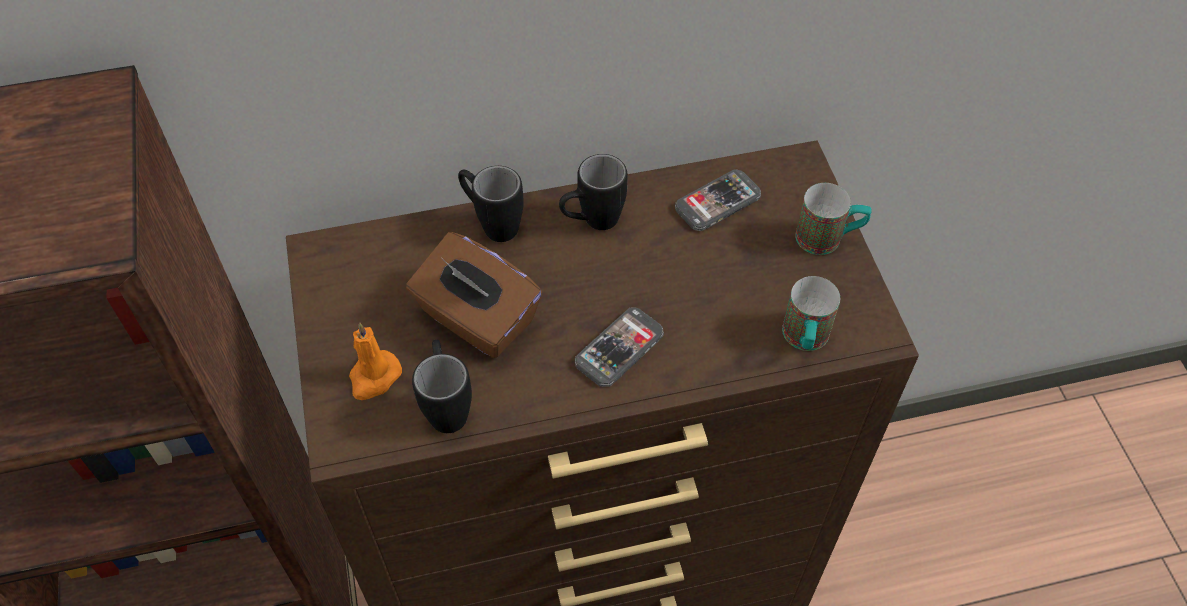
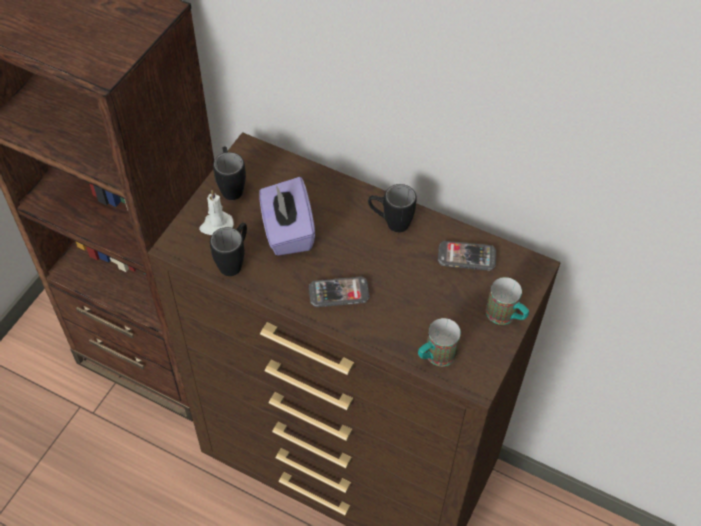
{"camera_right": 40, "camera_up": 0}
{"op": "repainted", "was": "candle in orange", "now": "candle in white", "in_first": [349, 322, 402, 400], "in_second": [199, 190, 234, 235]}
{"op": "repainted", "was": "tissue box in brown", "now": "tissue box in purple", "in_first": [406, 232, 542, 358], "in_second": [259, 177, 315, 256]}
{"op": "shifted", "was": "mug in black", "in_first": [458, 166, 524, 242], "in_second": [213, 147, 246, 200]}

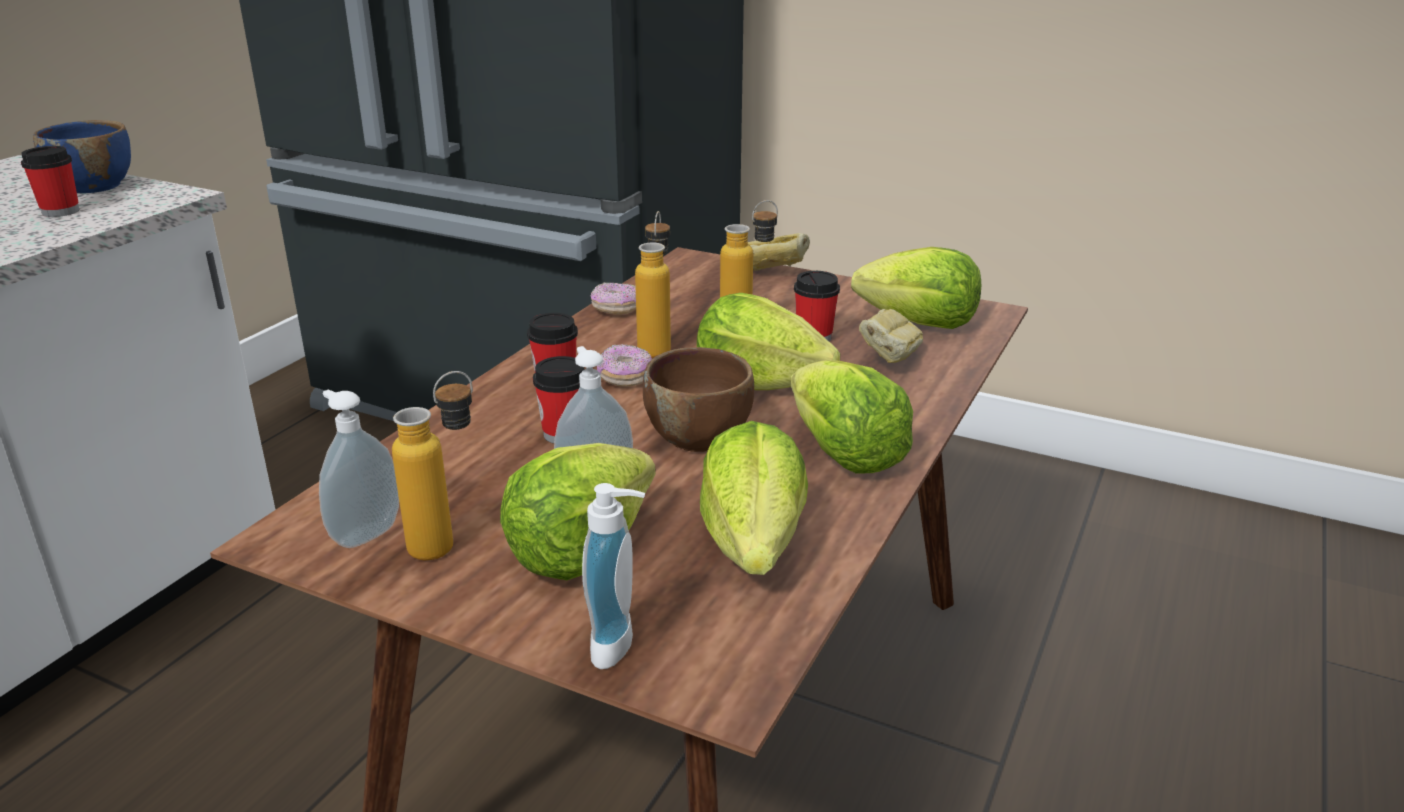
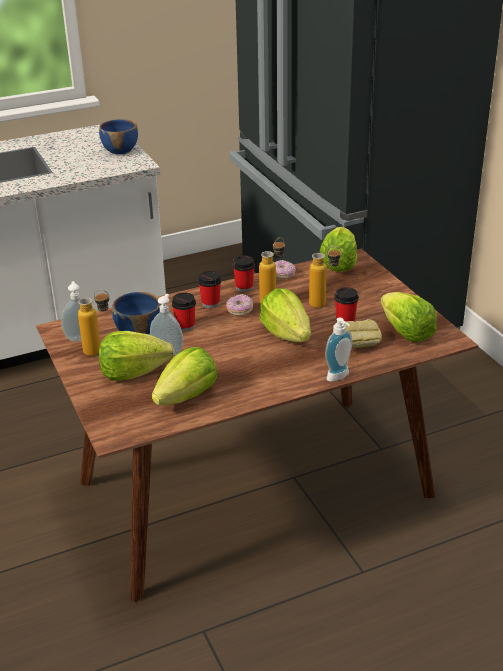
{"camera_right": 40, "camera_up": 5}
{"op": "shifted", "was": "cup", "in_first": [21, 146, 80, 217], "in_second": [232, 255, 255, 292]}
{"op": "shifted", "was": "soap dispenser", "in_first": [582, 483, 645, 669], "in_second": [325, 318, 352, 382]}
{"op": "gone", "was": "bowl in brown", "in_first": [643, 347, 754, 452]}
{"op": "gone", "was": "bread", "in_first": [748, 233, 810, 271]}
{"op": "shifted", "was": "lettuce", "in_first": [791, 360, 913, 474], "in_second": [319, 227, 357, 272]}
{"op": "new", "now": "bowl in blue", "in_second": [112, 292, 161, 335]}

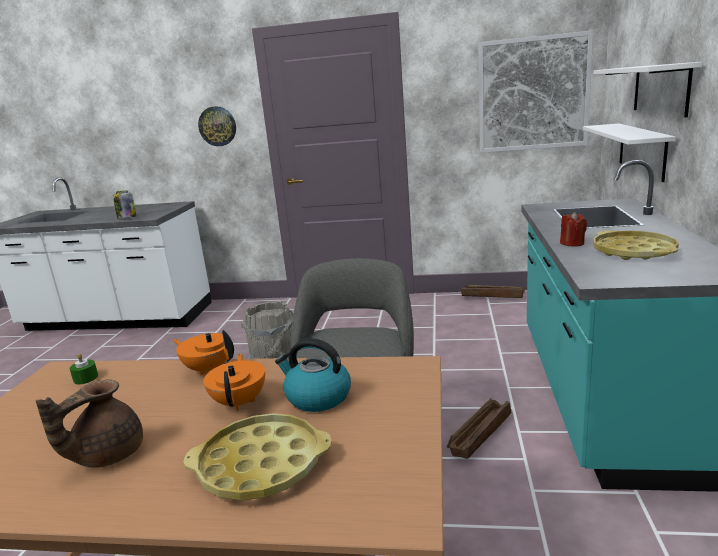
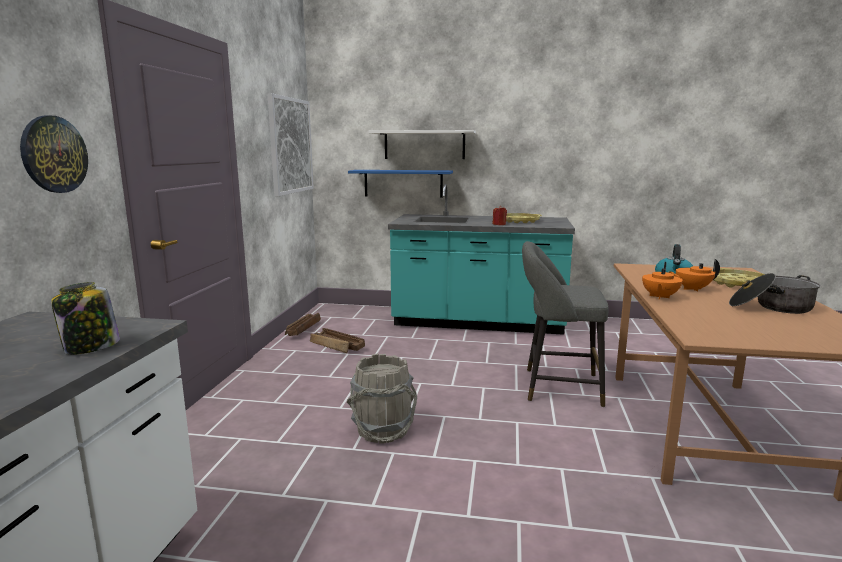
{"camera_right": -90, "camera_up": -5}
{"op": "swapped", "was": "teapot in brown", "now": "cooking pot", "in_first": [36, 380, 143, 468], "in_second": [729, 273, 820, 314]}
{"op": "gone", "was": "candle in green", "in_first": [69, 354, 98, 384]}
{"op": "shifted", "was": "crate", "in_first": [447, 398, 511, 459], "in_second": [310, 328, 365, 353]}
{"op": "repainted", "was": "shelf in white", "now": "shelf in blue", "in_first": [583, 123, 676, 182], "in_second": [348, 170, 453, 198]}

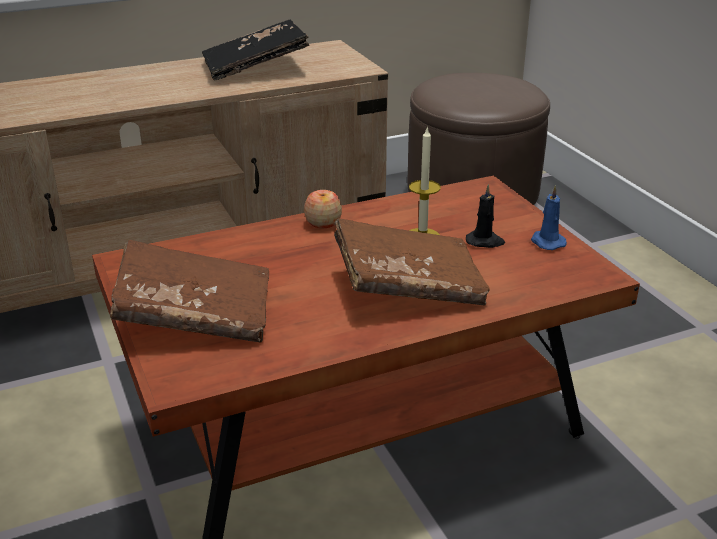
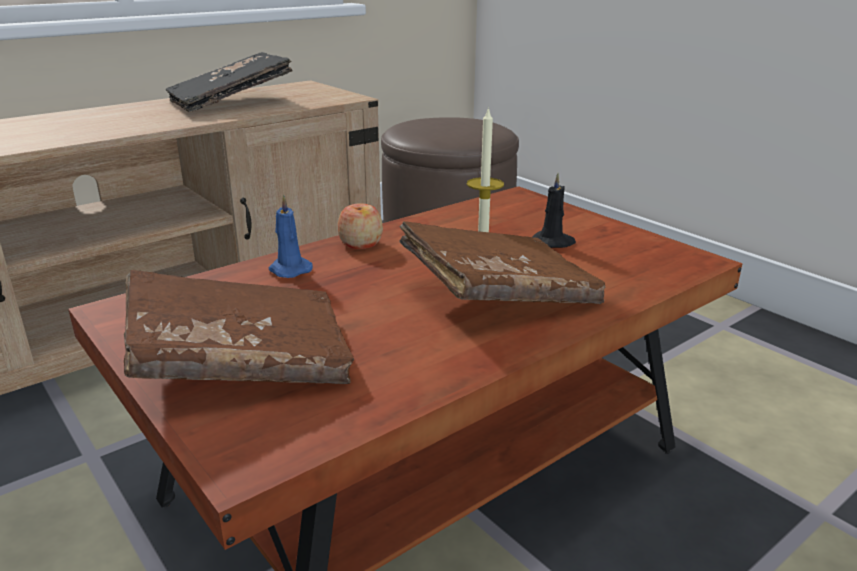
{"camera_right": -15, "camera_up": -5}
{"op": "shifted", "was": "candle in blue", "in_first": [531, 185, 567, 250], "in_second": [269, 194, 313, 278]}

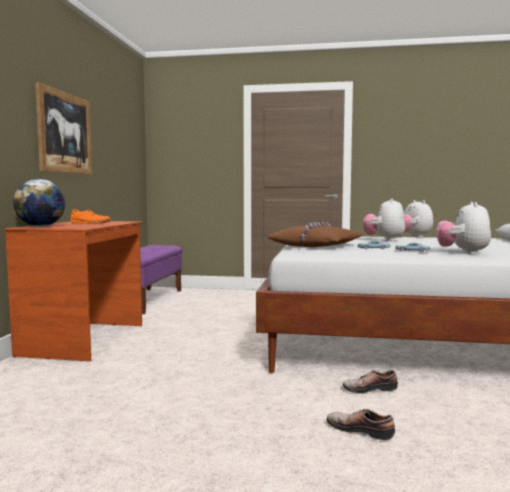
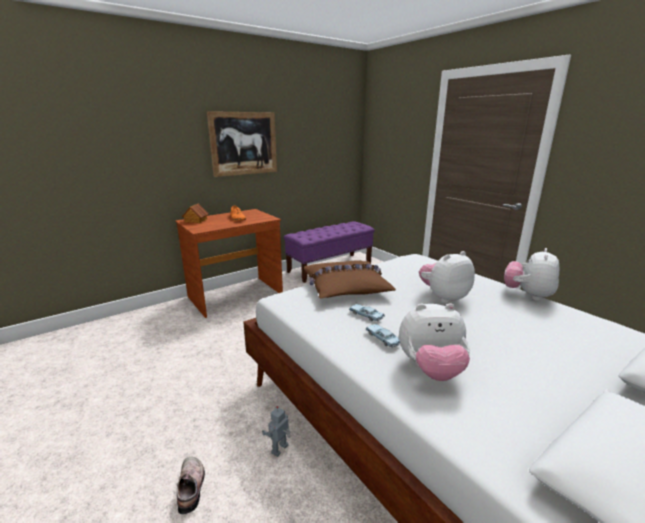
{"camera_right": 45, "camera_up": 15}
{"op": "swapped", "was": "globe", "now": "toy house", "in_first": [13, 179, 66, 227], "in_second": [182, 203, 209, 223]}
{"op": "swapped", "was": "shoe", "now": "toy robot", "in_first": [343, 370, 398, 393], "in_second": [262, 406, 291, 457]}
{"op": "rotated", "was": "plush toy", "in_first": [436, 202, 491, 255], "in_second": [399, 303, 470, 381], "clockwise": -150}

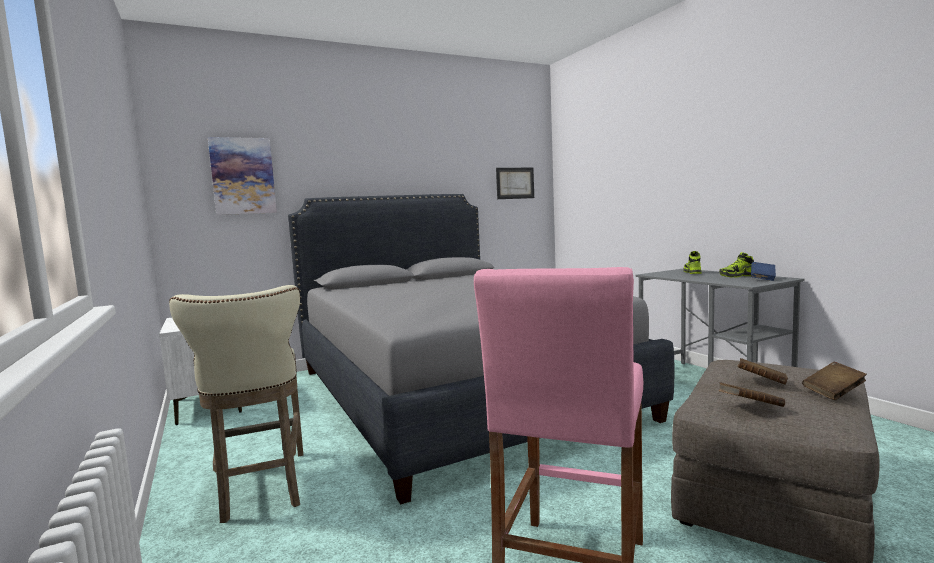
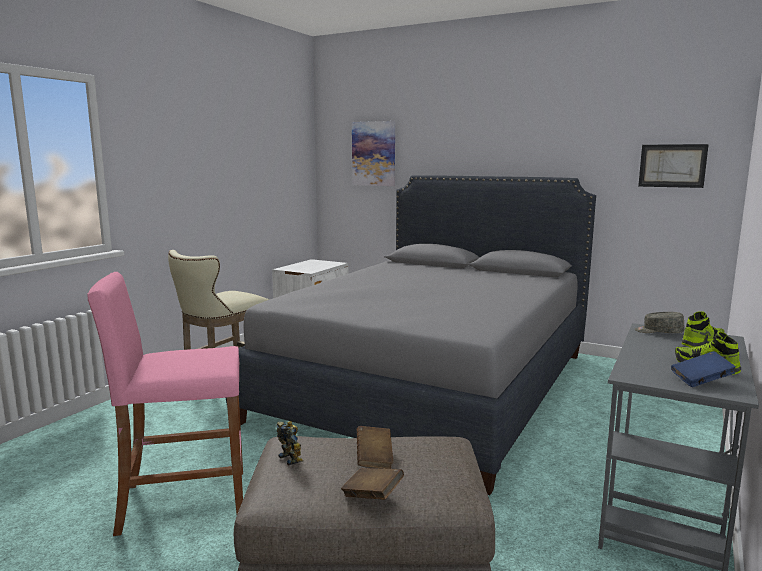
{"camera_right": 55, "camera_up": 5}
{"op": "swapped", "was": "book in brown", "now": "toy robot", "in_first": [719, 382, 785, 407], "in_second": [276, 421, 303, 466]}
{"op": "new", "now": "cap in grey", "in_second": [635, 312, 684, 333]}

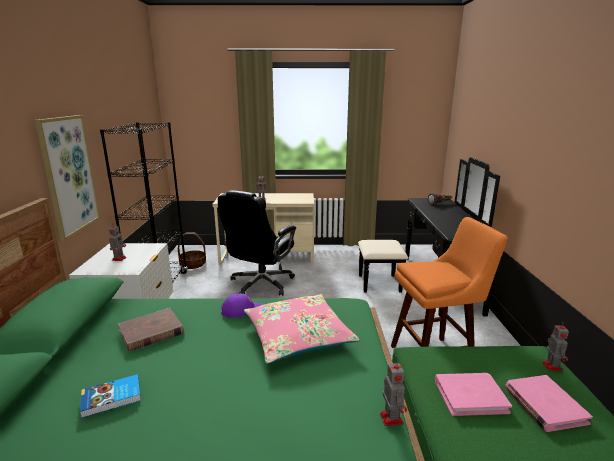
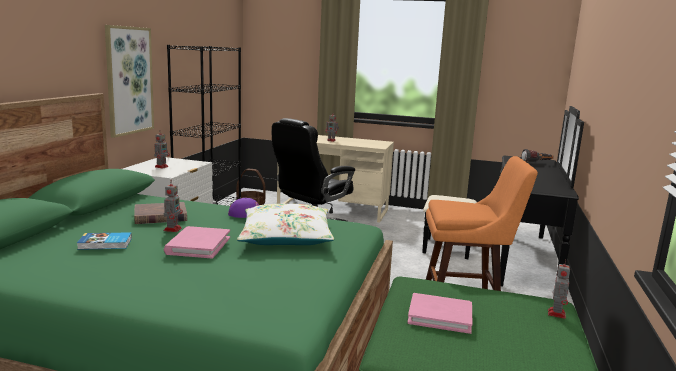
{"camera_right": 15, "camera_up": -5}
{"op": "repainted", "was": "pillow in pink", "now": "pillow in white", "in_first": [244, 294, 359, 364], "in_second": [237, 204, 334, 245]}
{"op": "shifted", "was": "toy robot", "in_first": [380, 361, 407, 426], "in_second": [164, 181, 183, 232]}
{"op": "shifted", "was": "book in pink", "in_first": [505, 375, 593, 432], "in_second": [164, 226, 230, 258]}

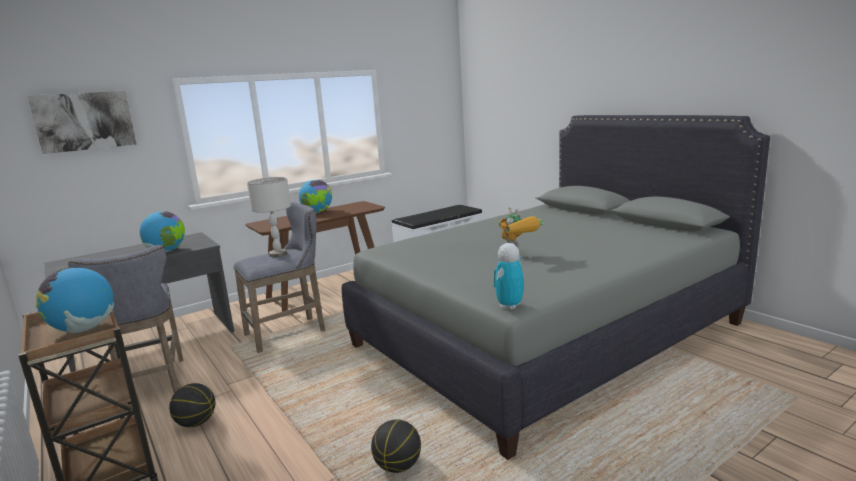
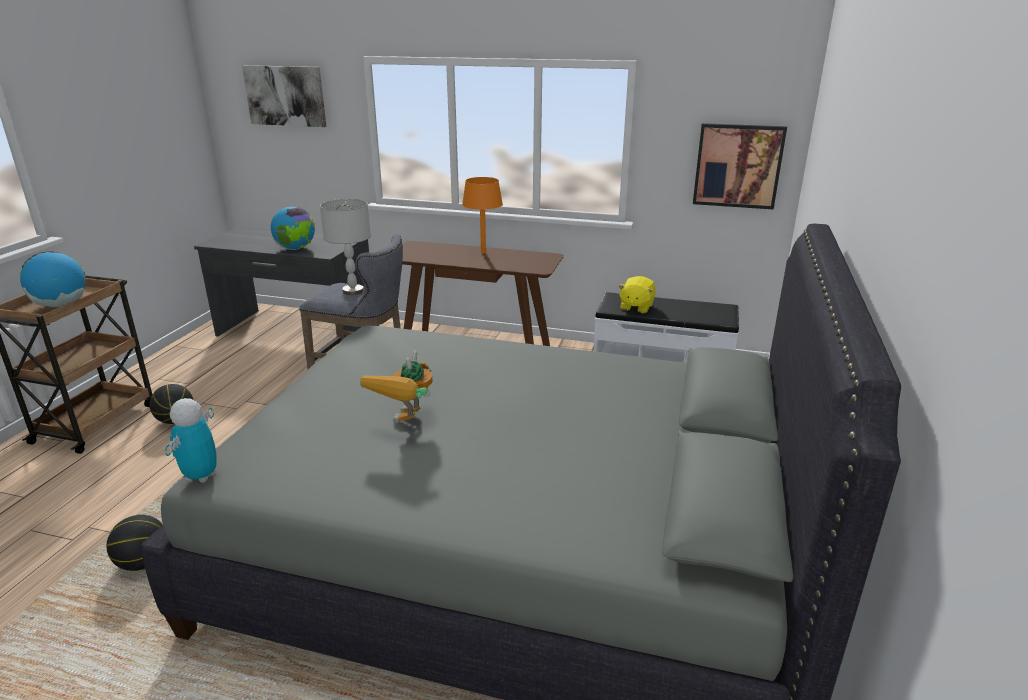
{"camera_right": 50, "camera_up": 10}
{"op": "gone", "was": "stool in grey", "in_first": [68, 245, 183, 394]}
{"op": "swapped", "was": "globe", "now": "table lamp in orange", "in_first": [299, 180, 332, 213], "in_second": [462, 177, 503, 254]}
{"op": "rotated", "was": "toy robot", "in_first": [494, 243, 524, 310], "in_second": [165, 398, 217, 483], "clockwise": -75}
{"op": "new", "now": "plush toy in yellow", "in_second": [618, 276, 656, 314]}
{"op": "new", "now": "picture", "in_second": [693, 123, 787, 210]}

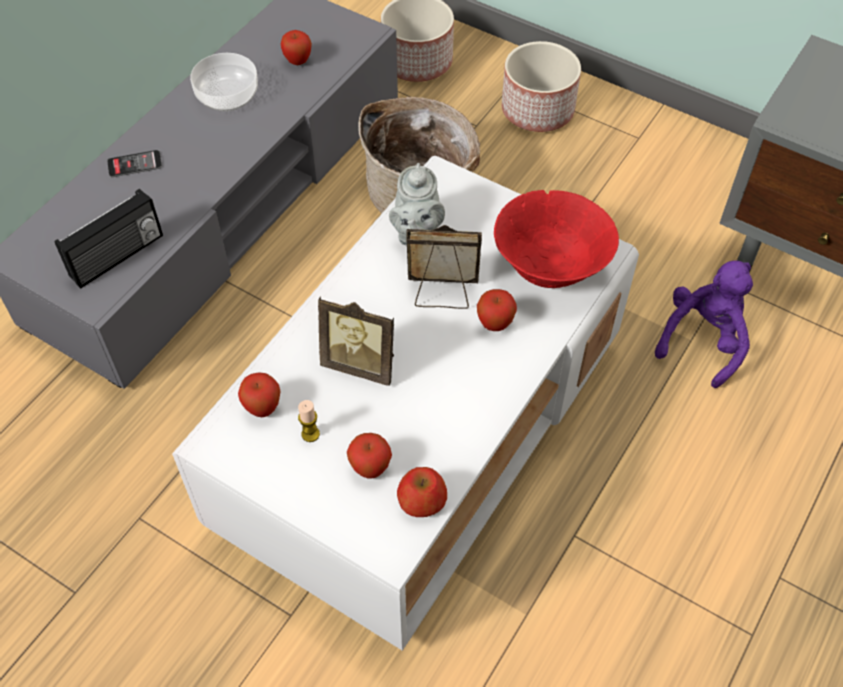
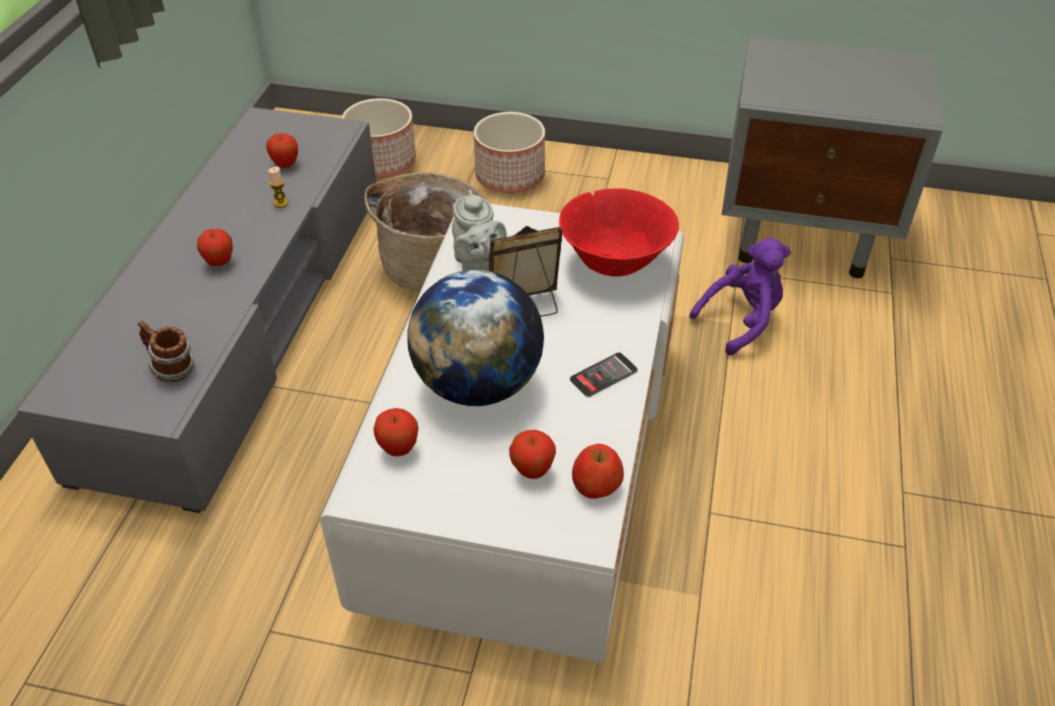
{"camera_right": -20, "camera_up": -10}
{"op": "swapped", "was": "radio", "now": "mug", "in_first": [55, 189, 163, 289], "in_second": [138, 321, 195, 382]}
{"op": "shifted", "was": "phone", "in_first": [107, 150, 162, 177], "in_second": [570, 352, 638, 397]}
{"op": "gone", "was": "bowl", "in_first": [190, 53, 258, 112]}
{"op": "shifted", "was": "candle", "in_first": [298, 400, 320, 442], "in_second": [268, 167, 288, 208]}
{"op": "swapped", "was": "picture frame", "now": "globe", "in_first": [318, 296, 394, 386], "in_second": [407, 270, 544, 406]}
{"op": "shifted", "was": "apple", "in_first": [477, 289, 517, 331], "in_second": [197, 229, 233, 266]}
{"op": "rotated", "was": "plush toy in purple", "in_first": [655, 260, 753, 388], "in_second": [689, 238, 791, 355], "clockwise": 45}

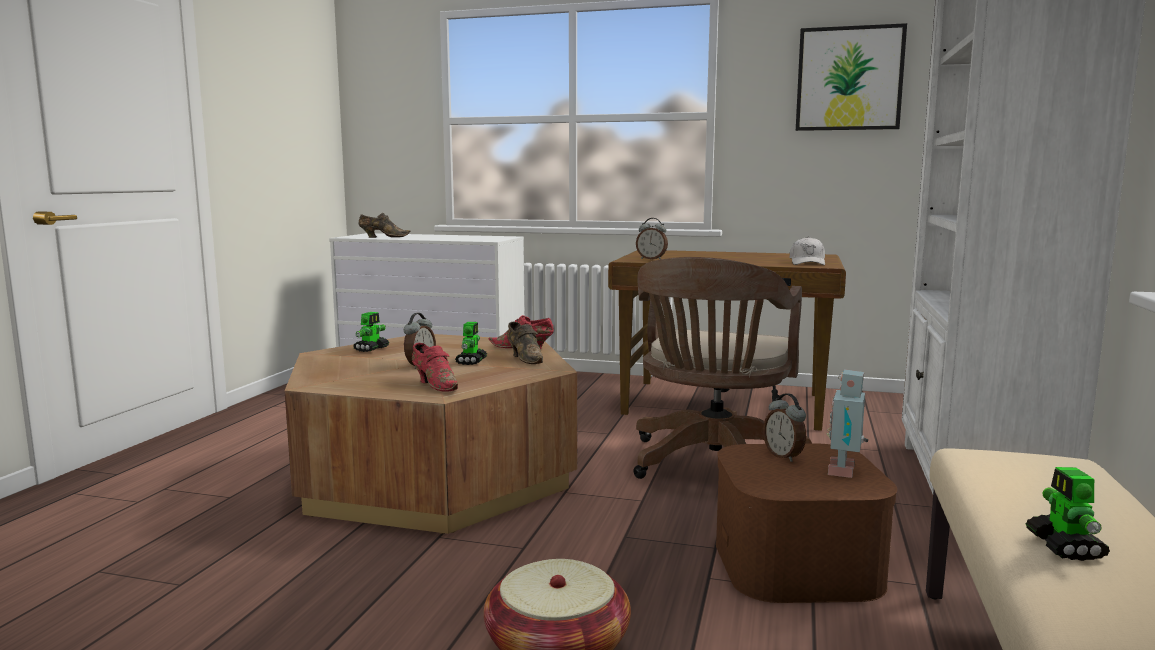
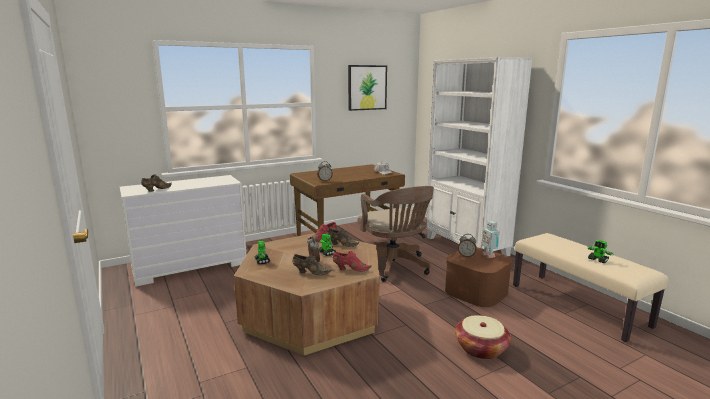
{"camera_right": -45, "camera_up": 5}
{"op": "new", "now": "shoe in brown", "in_second": [292, 254, 332, 275]}

